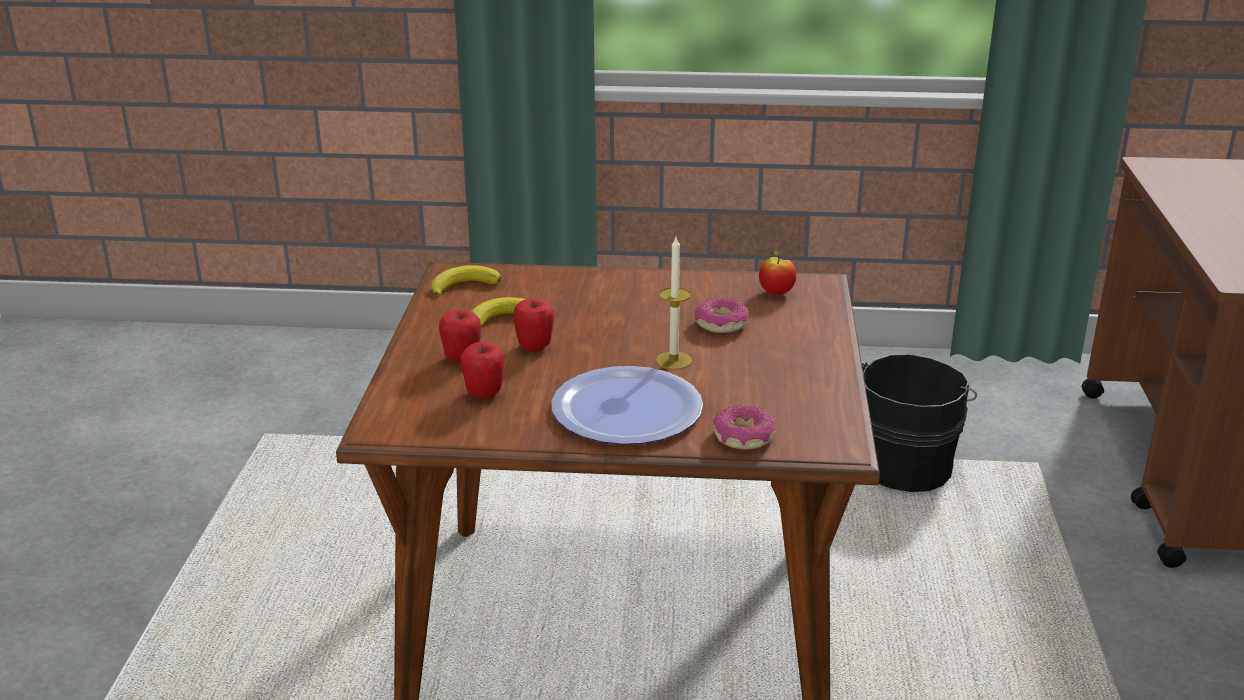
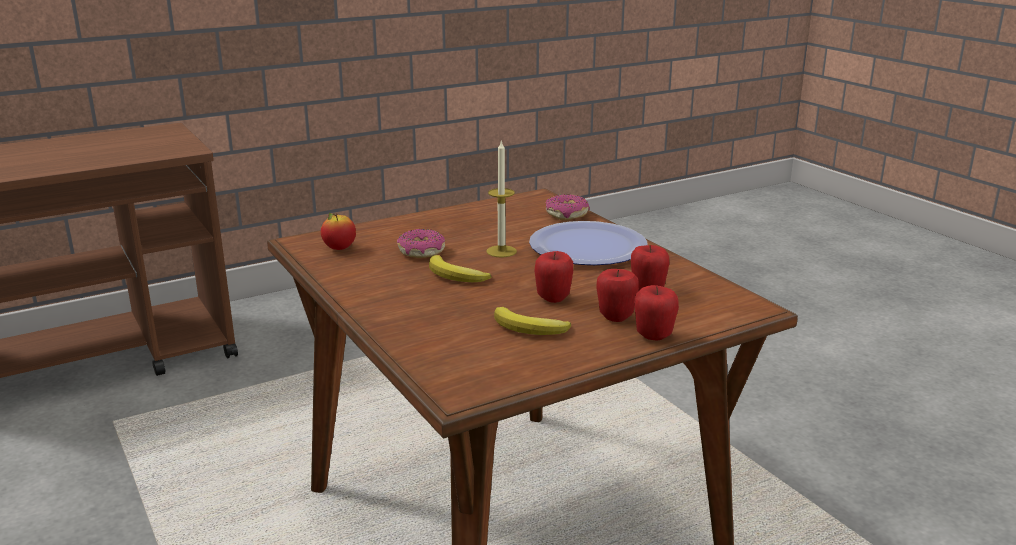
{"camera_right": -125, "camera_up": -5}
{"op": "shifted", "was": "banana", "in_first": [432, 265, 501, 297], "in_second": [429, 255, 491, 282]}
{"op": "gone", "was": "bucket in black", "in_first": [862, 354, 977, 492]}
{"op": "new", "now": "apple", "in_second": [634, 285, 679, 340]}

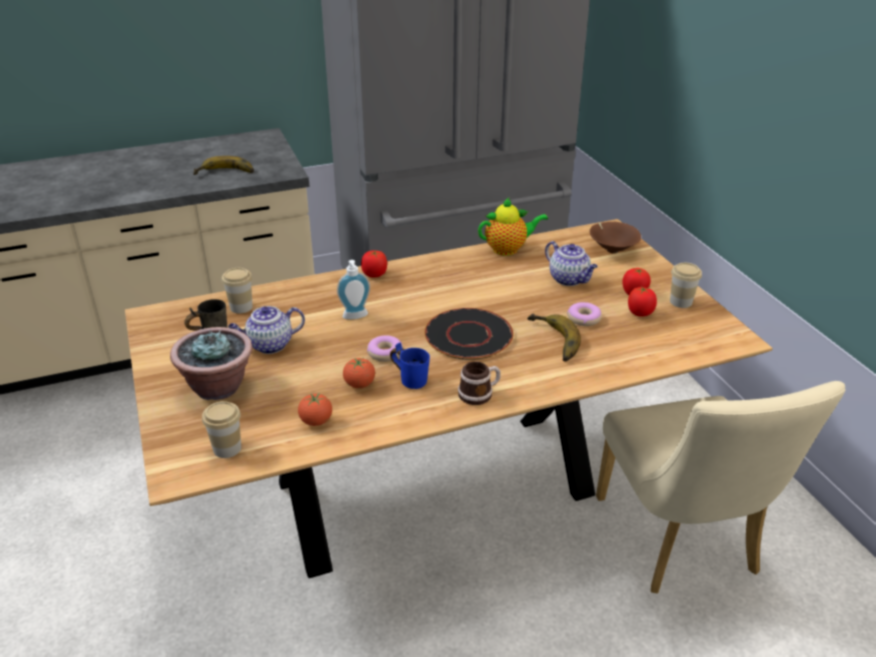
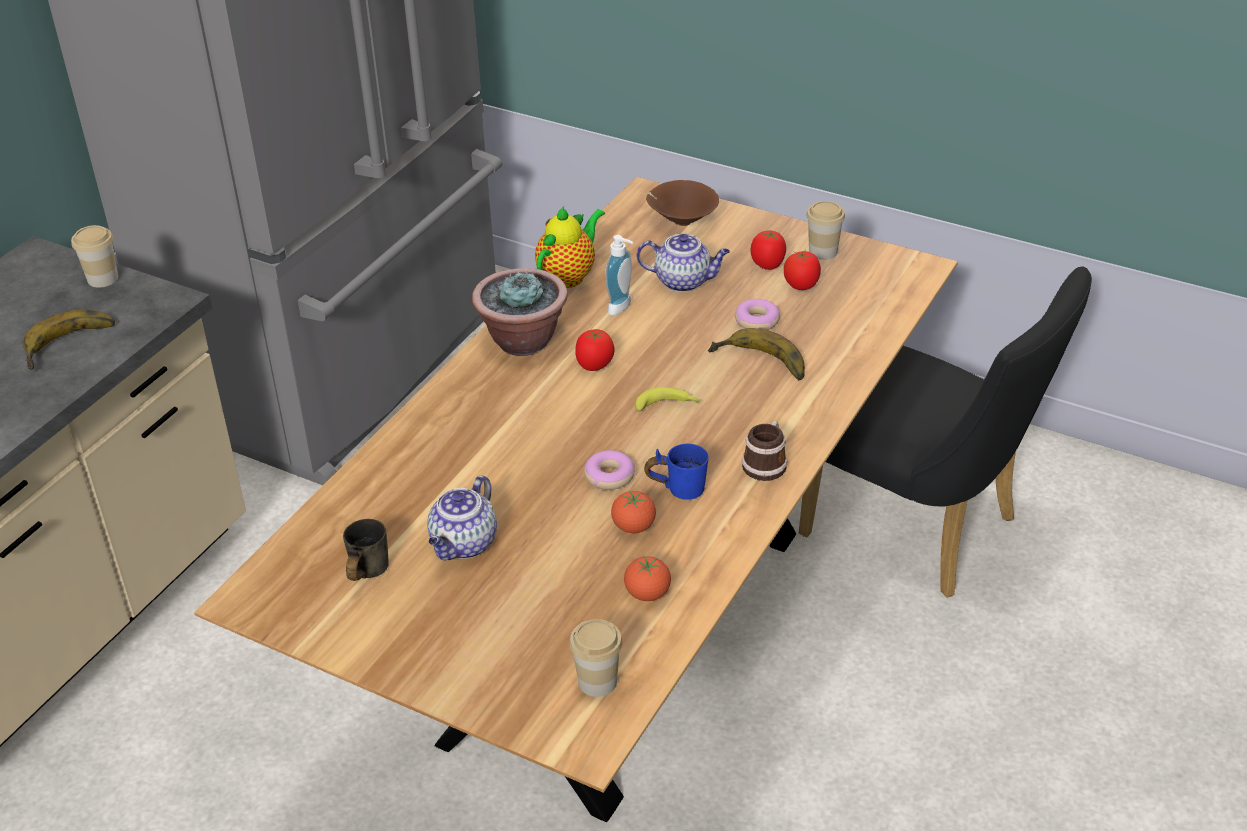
{"camera_right": -40, "camera_up": 5}
{"op": "shifted", "was": "potted plant", "in_first": [170, 327, 252, 400], "in_second": [472, 268, 568, 356]}
{"op": "shifted", "was": "cup", "in_first": [222, 268, 253, 313], "in_second": [71, 225, 118, 288]}
{"op": "shifted", "was": "soap dispenser", "in_first": [337, 260, 370, 319], "in_second": [605, 235, 633, 315]}
{"op": "shifted", "was": "tomato", "in_first": [361, 250, 387, 278], "in_second": [575, 329, 615, 371]}
{"op": "swapped", "was": "plate in black", "now": "banana", "in_first": [425, 308, 514, 360], "in_second": [635, 387, 701, 412]}
{"op": "repainted", "was": "chair in beige", "now": "chair in black", "in_first": [596, 381, 846, 594], "in_second": [799, 267, 1092, 598]}

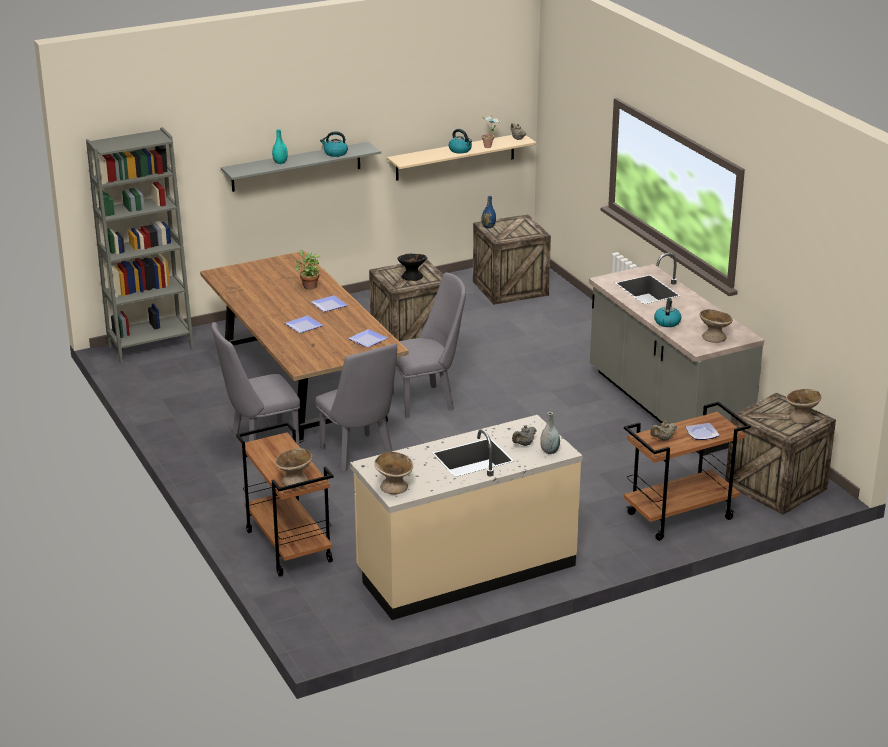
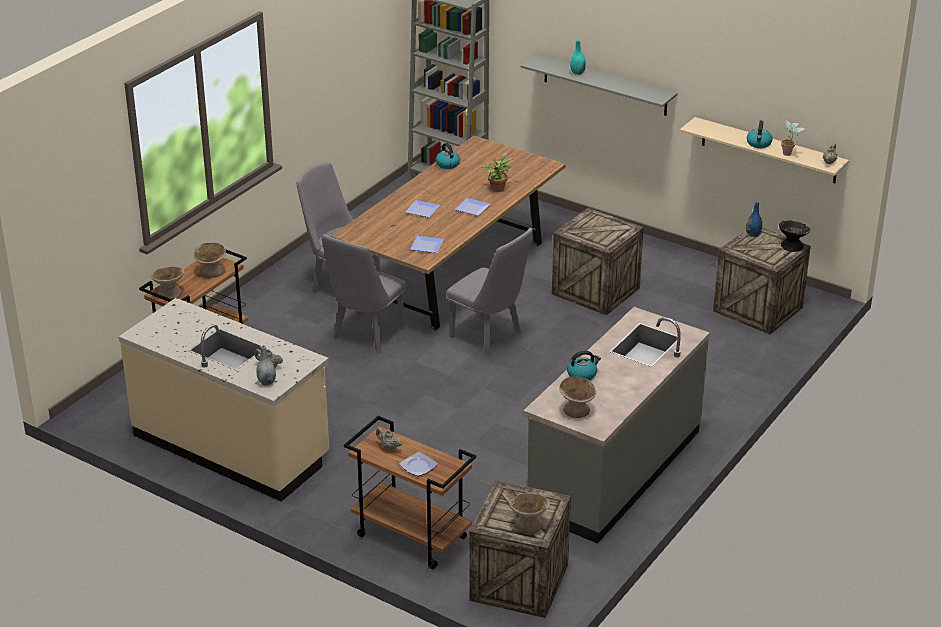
{"camera_right": 60, "camera_up": 5}
{"op": "shifted", "was": "kettle", "in_first": [320, 131, 348, 157], "in_second": [436, 143, 460, 169]}
{"op": "shifted", "was": "bowl in beige", "in_first": [374, 452, 413, 494], "in_second": [193, 243, 226, 278]}
{"op": "shifted", "was": "bowl in black", "in_first": [397, 254, 427, 281], "in_second": [779, 221, 810, 252]}

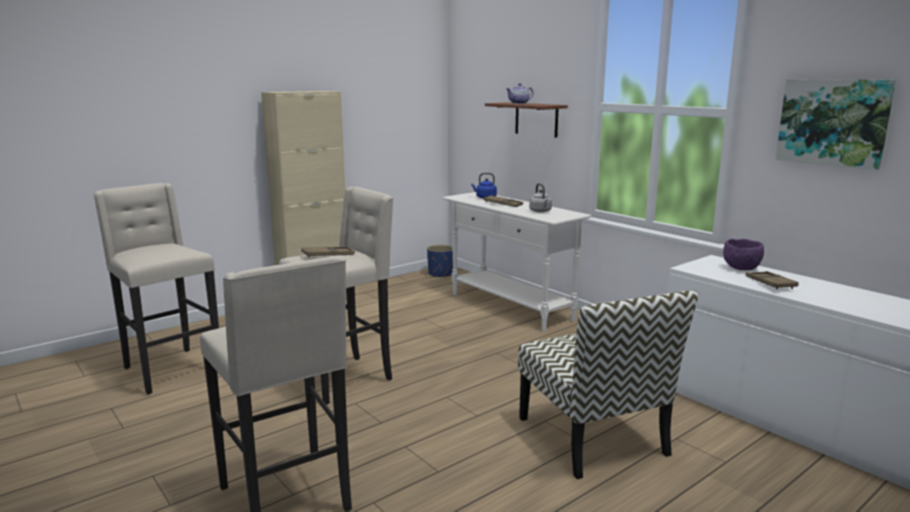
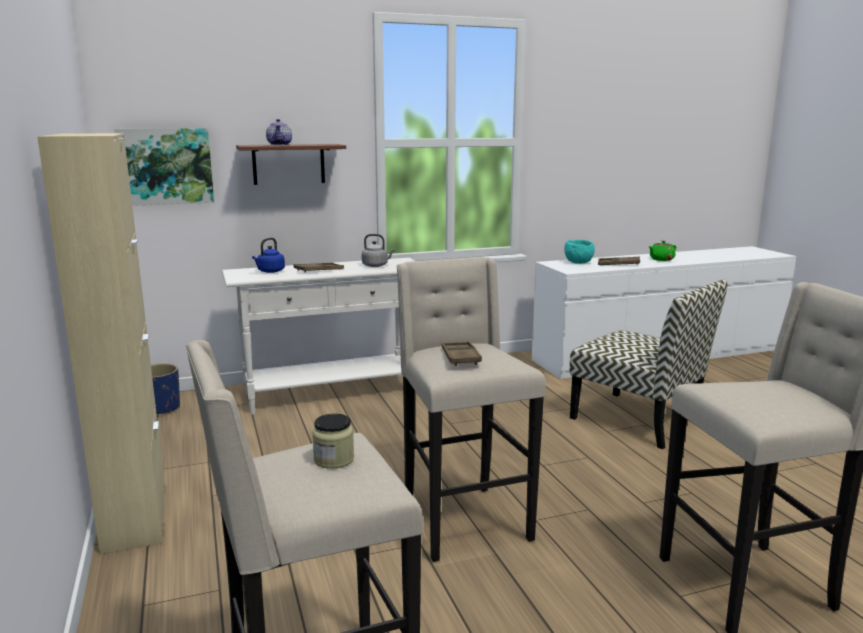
{"camera_right": -70, "camera_up": 0}
{"op": "rotated", "was": "chair", "in_first": [518, 290, 698, 479], "in_second": [569, 280, 728, 449], "clockwise": 45}
{"op": "repainted", "was": "bowl in purple", "now": "bowl in turquoise", "in_first": [723, 239, 764, 270], "in_second": [564, 240, 594, 264]}
{"op": "shifted", "was": "picture", "in_first": [776, 79, 896, 170], "in_second": [114, 128, 214, 206]}
{"op": "new", "now": "jar", "in_second": [312, 413, 354, 469]}
{"op": "new", "now": "teapot in green", "in_second": [648, 240, 676, 261]}

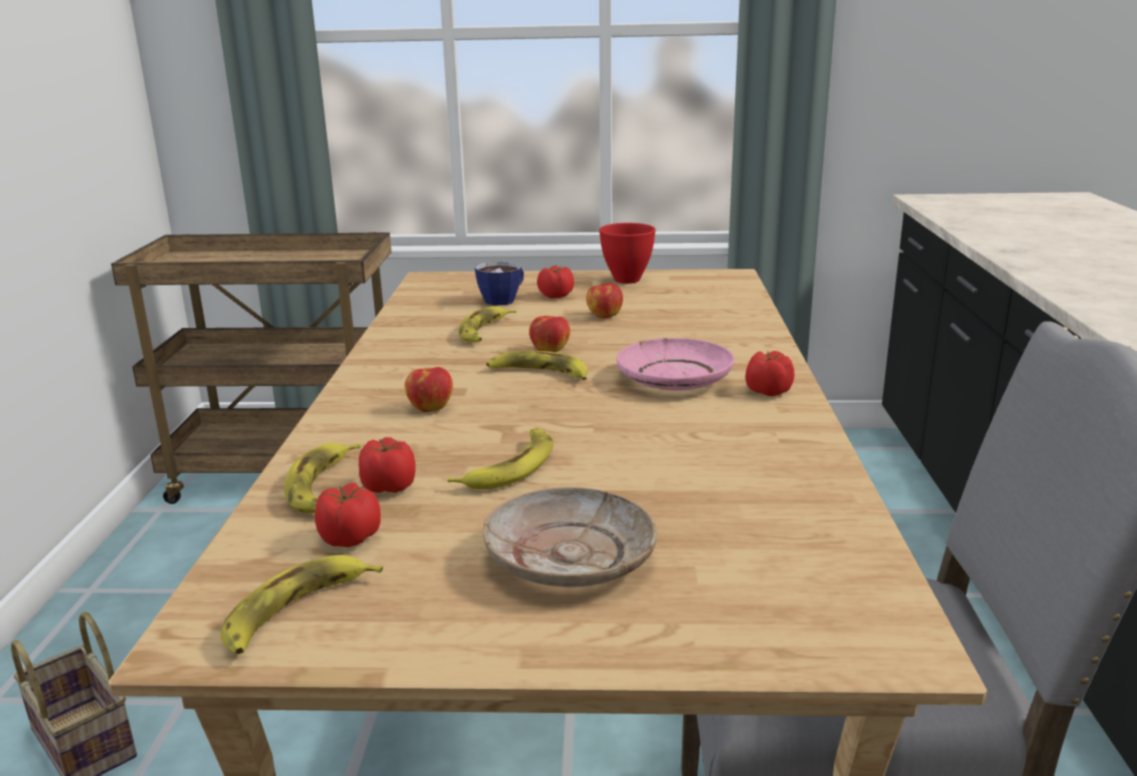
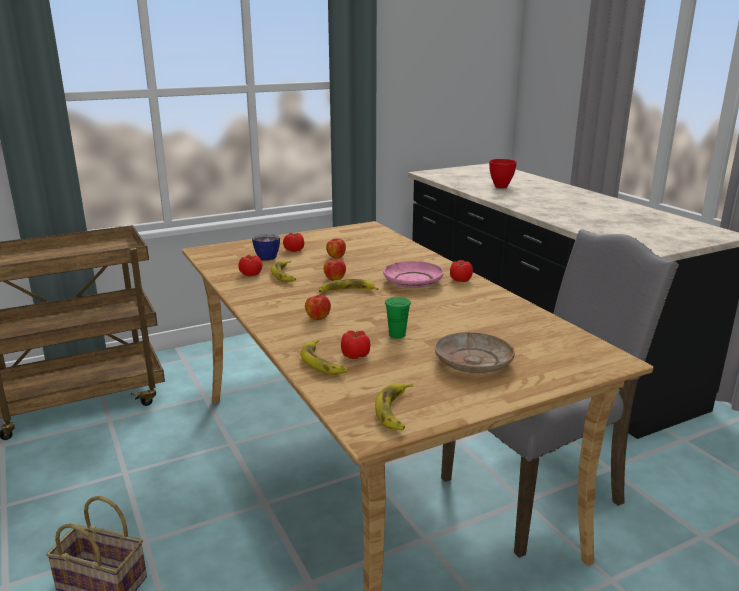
{"camera_right": -30, "camera_up": 0}
{"op": "shifted", "was": "tomato", "in_first": [315, 483, 381, 547], "in_second": [238, 255, 262, 276]}
{"op": "swapped", "was": "banana", "now": "cup in green", "in_first": [447, 428, 554, 489], "in_second": [385, 297, 411, 339]}
{"op": "shifted", "was": "bowl in red", "in_first": [599, 223, 656, 284], "in_second": [489, 159, 517, 188]}

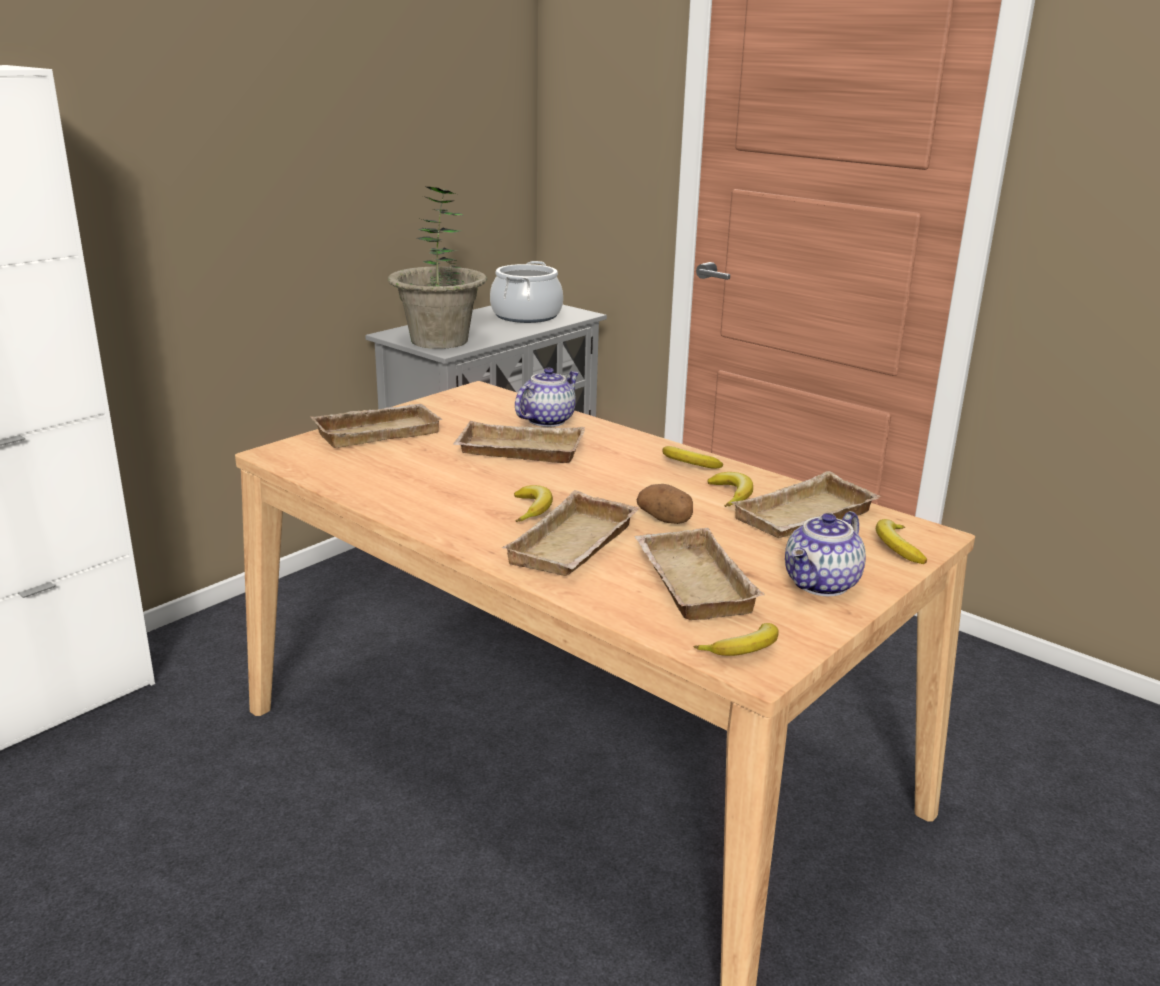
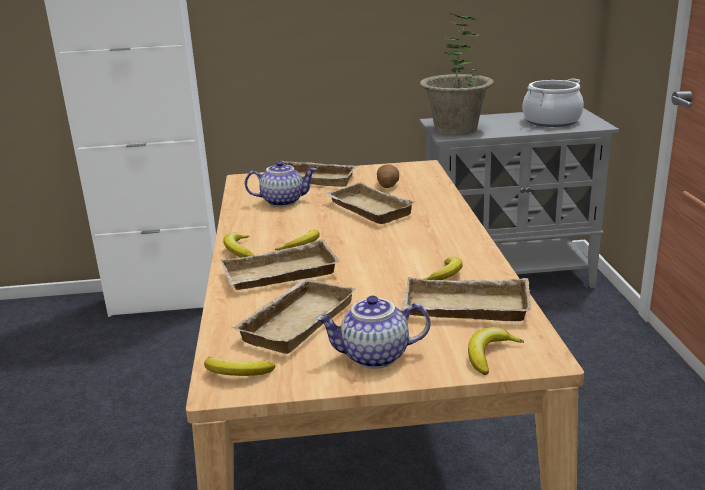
{"camera_right": 45, "camera_up": 0}
{"op": "shifted", "was": "teapot", "in_first": [515, 368, 579, 427], "in_second": [245, 161, 317, 207]}
{"op": "shifted", "was": "potato", "in_first": [637, 484, 693, 524], "in_second": [377, 164, 399, 188]}
{"op": "shifted", "was": "banana", "in_first": [662, 446, 723, 469], "in_second": [223, 232, 254, 258]}

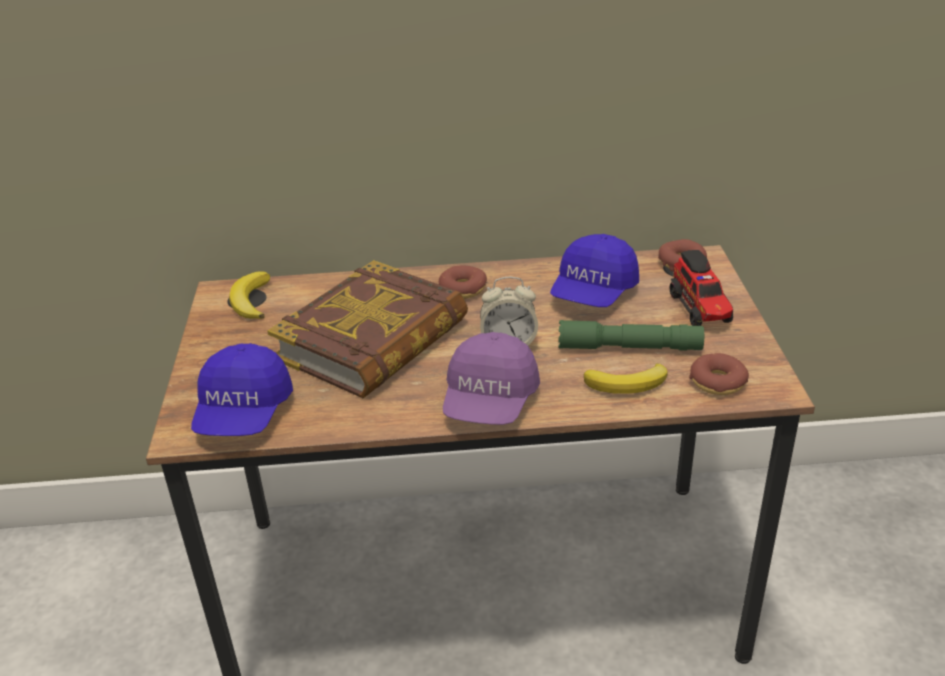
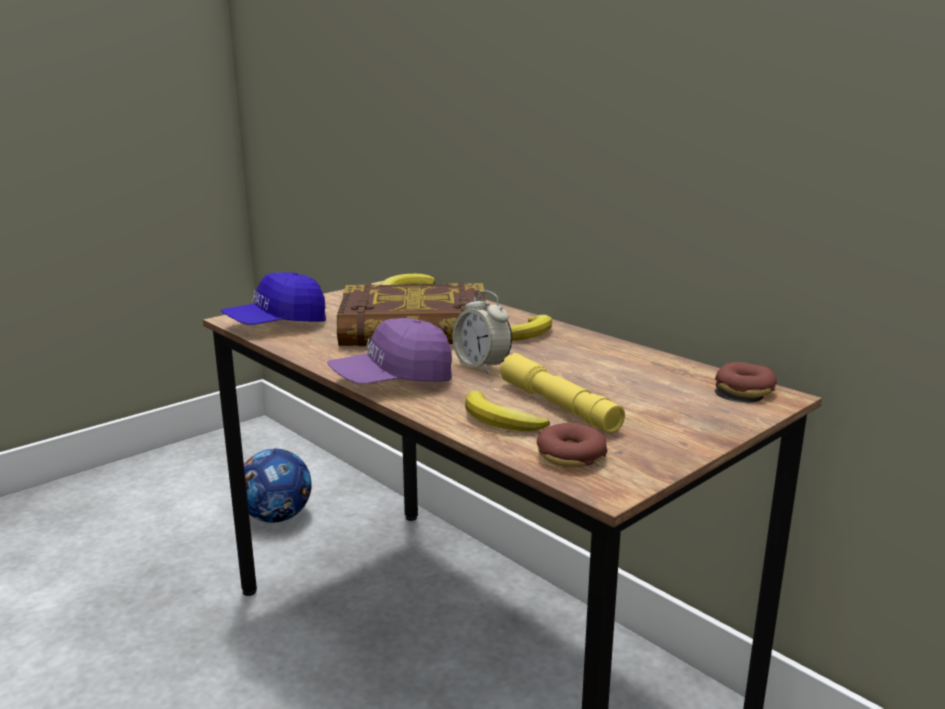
{"camera_right": 50, "camera_up": -15}
{"op": "swapped", "was": "donut", "now": "banana", "in_first": [439, 265, 487, 299], "in_second": [510, 315, 552, 341]}
{"op": "gone", "was": "cap in blue", "in_first": [550, 234, 639, 307]}
{"op": "repainted", "was": "flashlight in green", "now": "flashlight in yellow", "in_first": [559, 320, 704, 351], "in_second": [500, 353, 625, 433]}
{"op": "gone", "was": "toy truck", "in_first": [670, 250, 733, 326]}
{"op": "new", "now": "football", "in_second": [244, 449, 312, 523]}

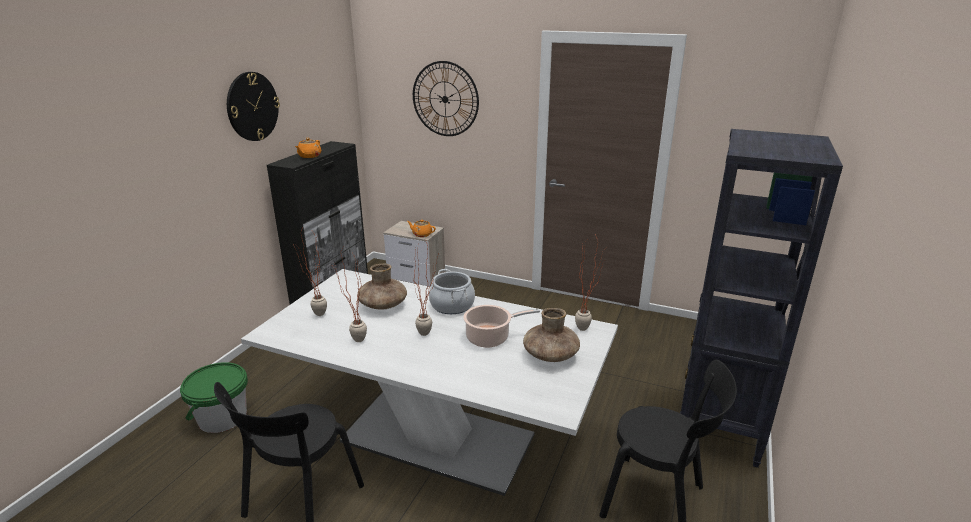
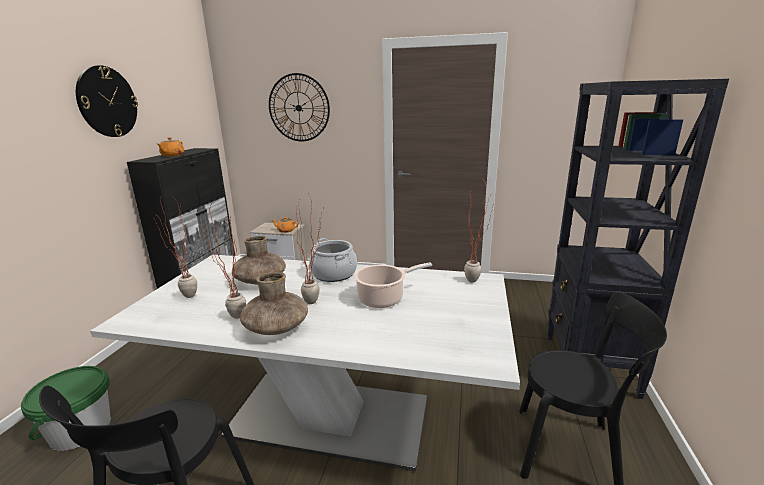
{"camera_right": -10, "camera_up": -5}
{"op": "shifted", "was": "vase in brown", "in_first": [523, 308, 580, 362], "in_second": [240, 272, 308, 335]}

